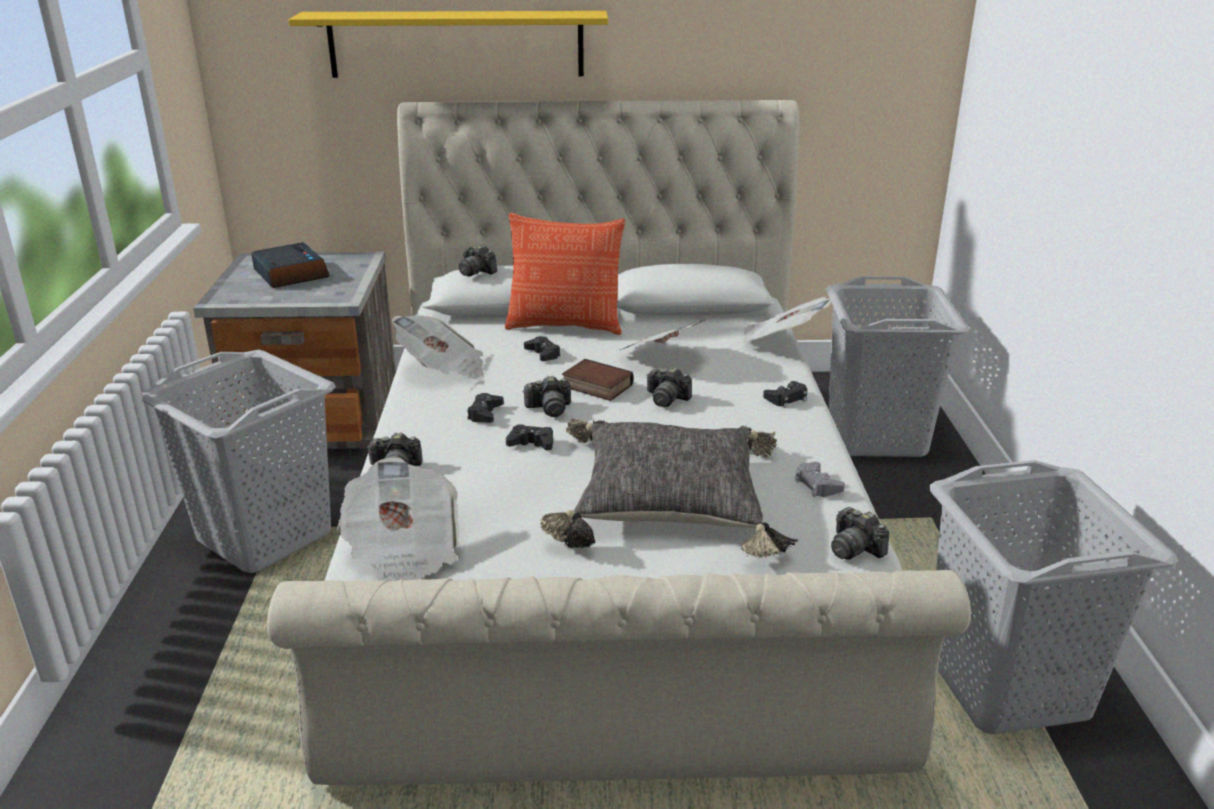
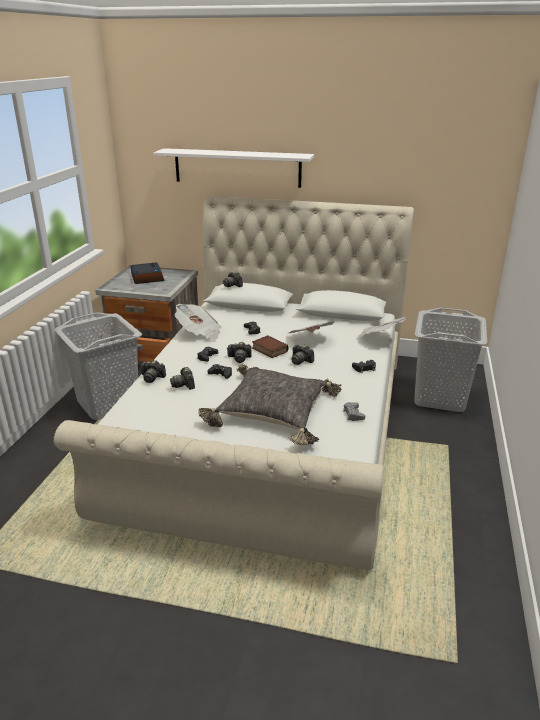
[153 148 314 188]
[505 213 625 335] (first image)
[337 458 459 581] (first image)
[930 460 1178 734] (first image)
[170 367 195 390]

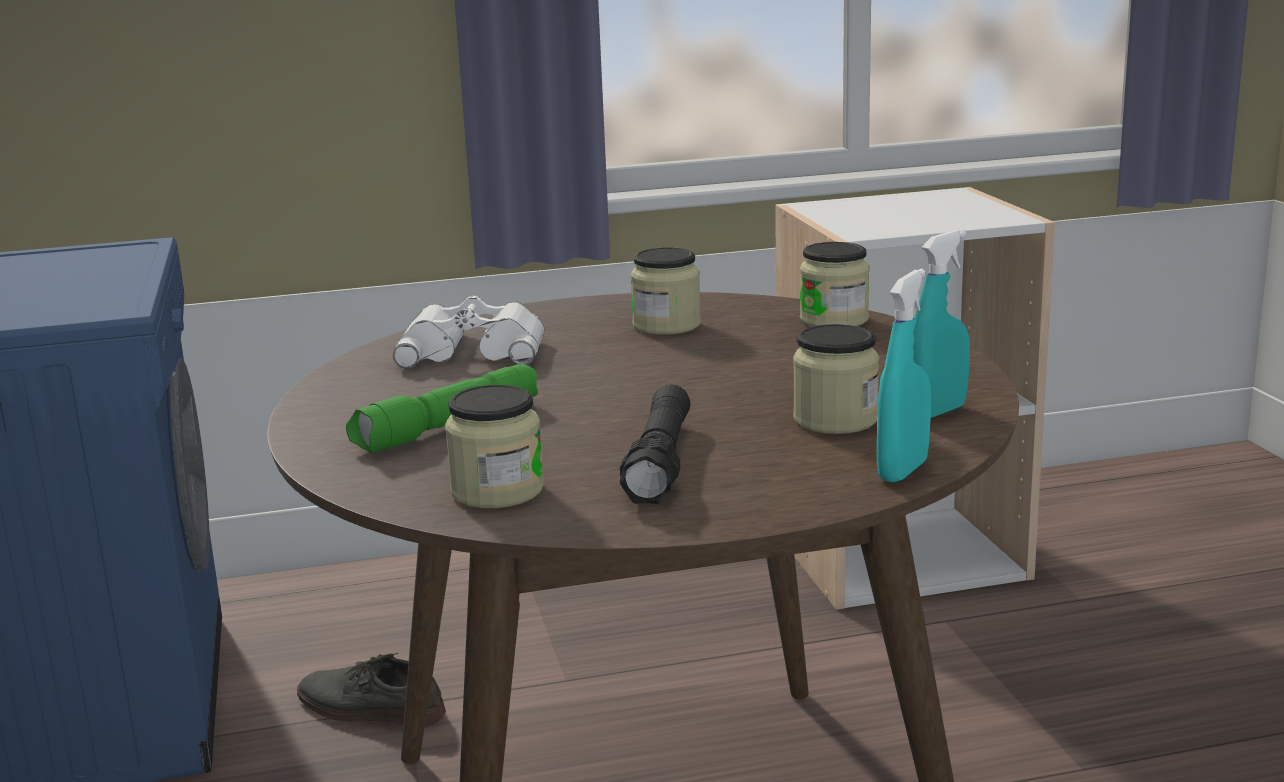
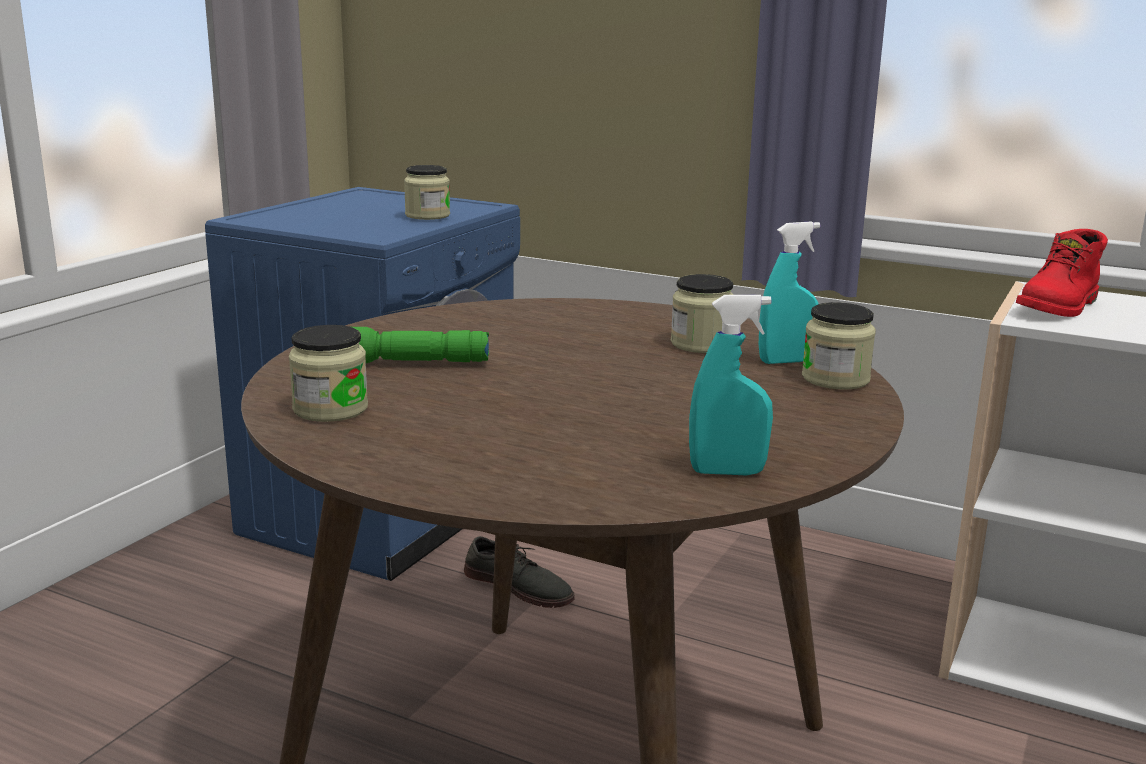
[759 221 820 364]
[393 295 545 368] (first image)
[404 165 450 220]
[620 384 690 504] (first image)
[464 536 575 608]
[1016 229 1108 317]

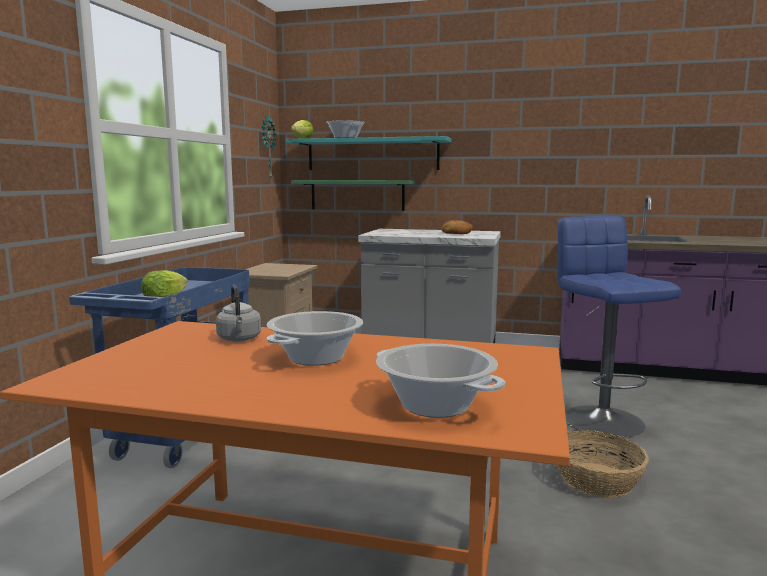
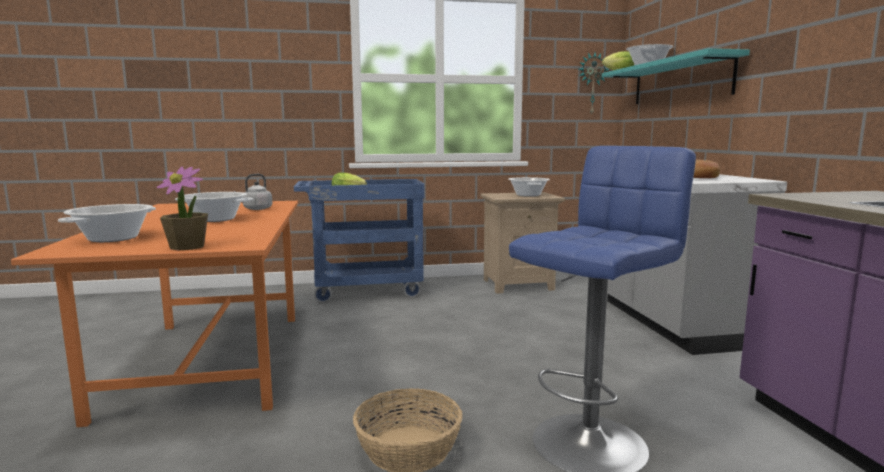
[291 180 416 211] (first image)
[157 166 208 250]
[508 177 550 197]

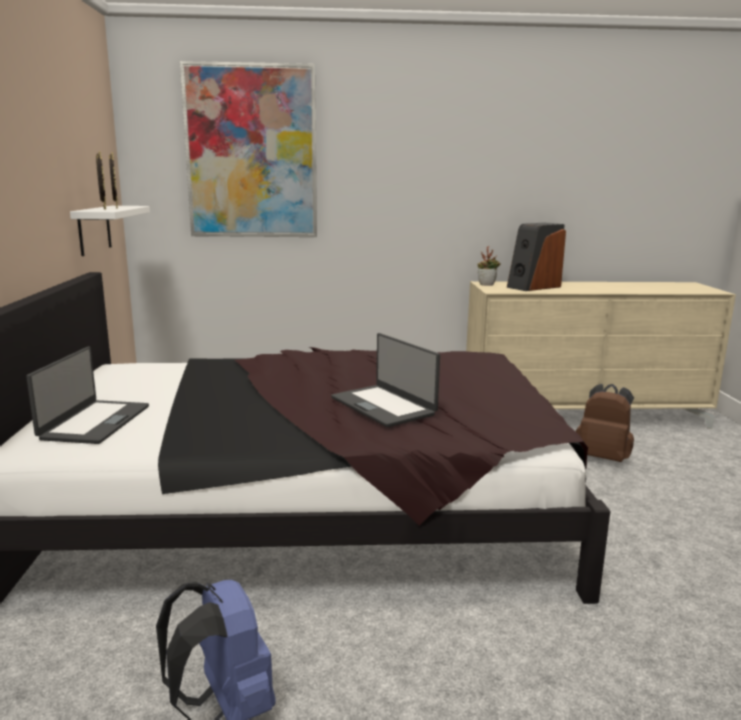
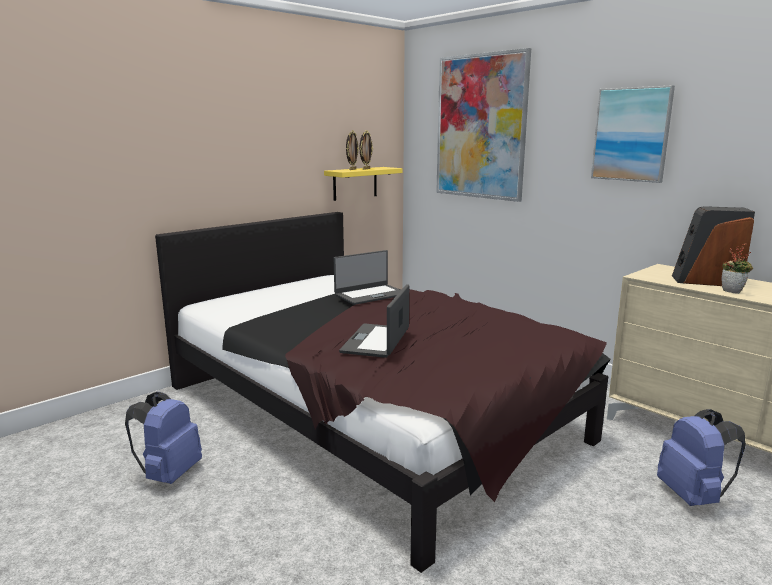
[324 167 402 201]
[722 243 753 294]
[334 250 401 305]
[657 409 746 506]
[591 85 675 183]

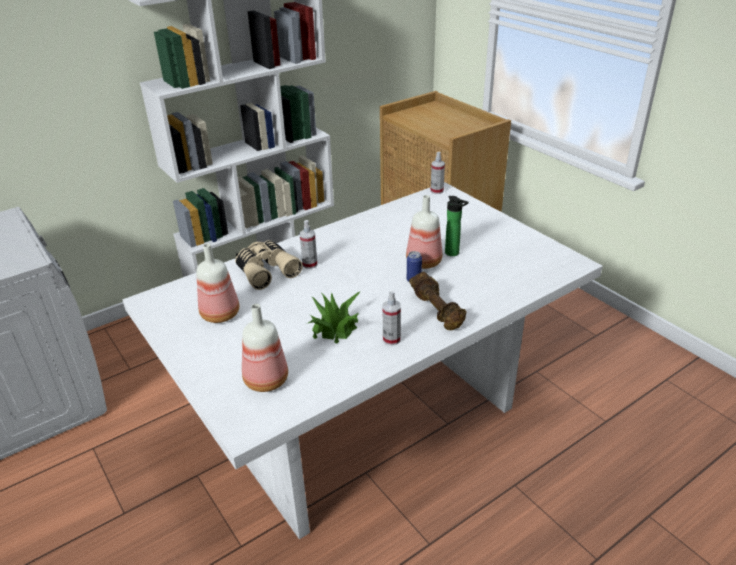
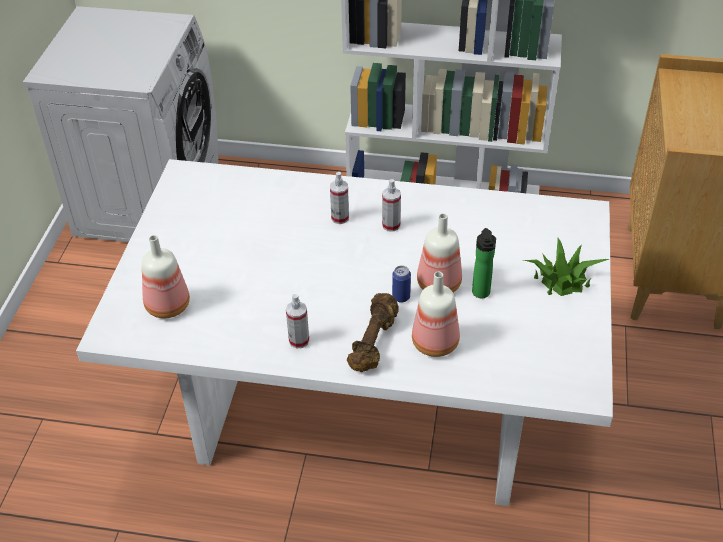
[382 179 401 232]
[235 240 303 290] (first image)
[412 271 460 357]
[524 238 609 296]

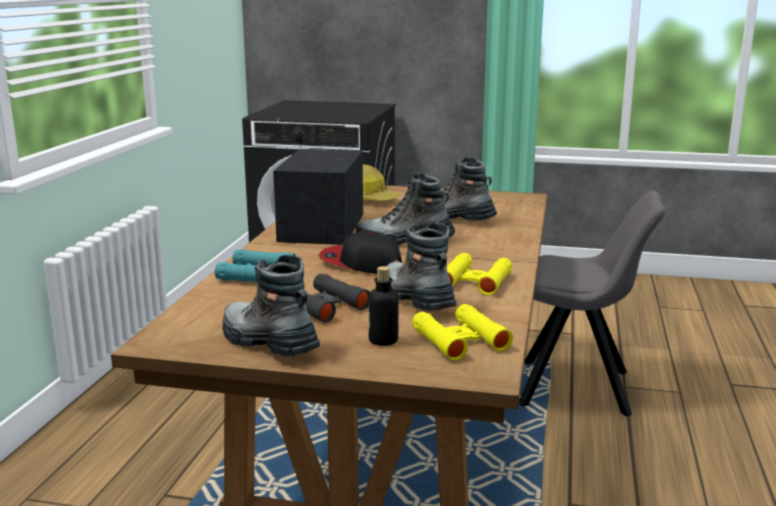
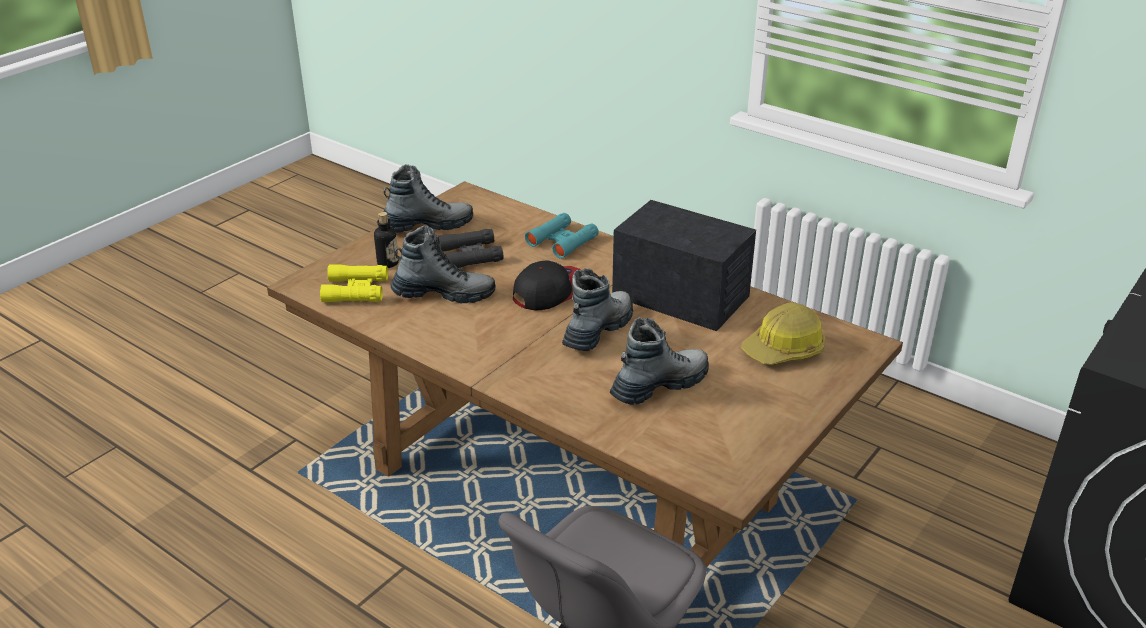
[447 253 512 295] (first image)

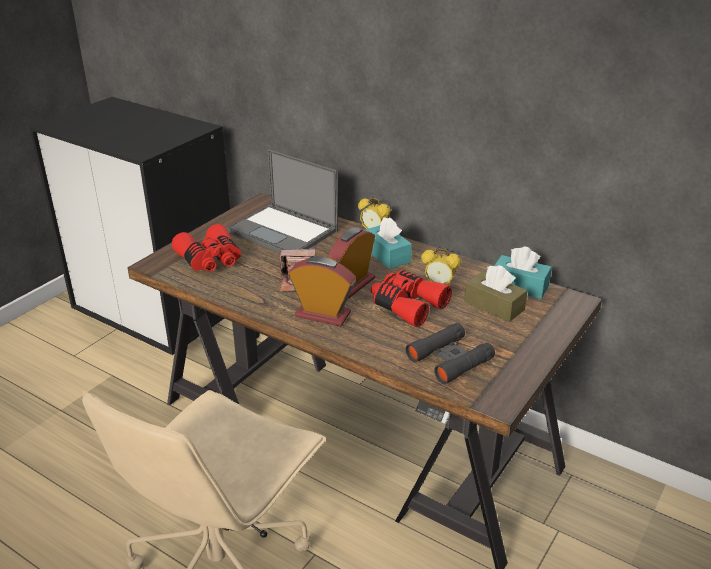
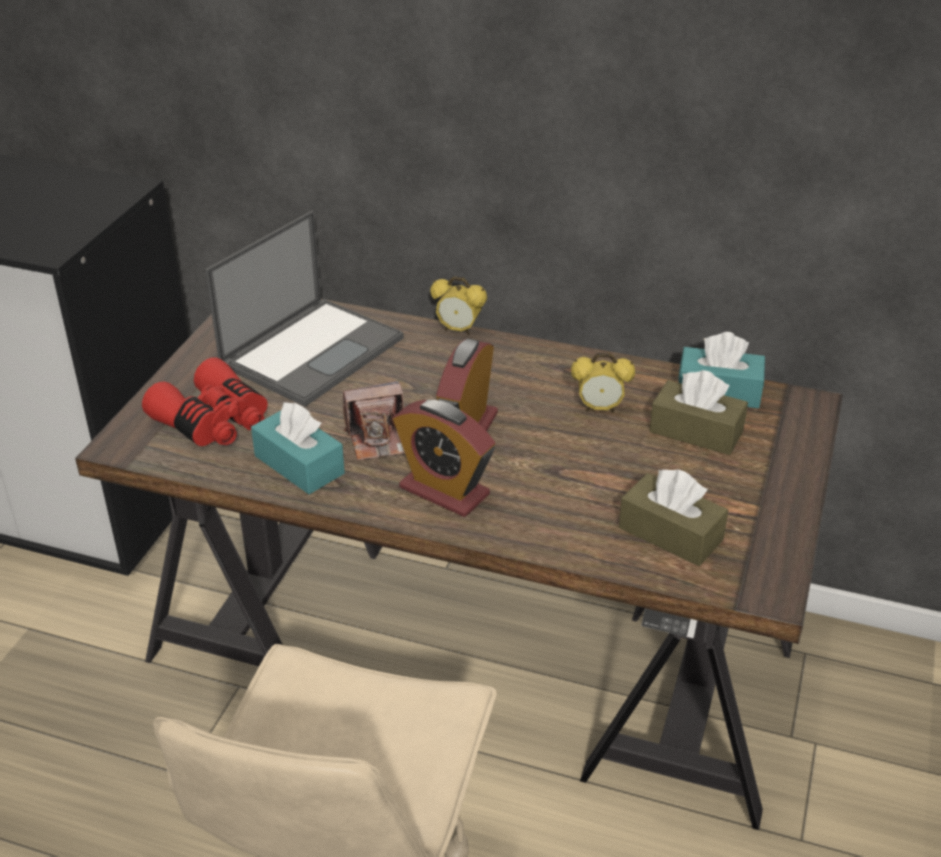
[205 210 404 407]
[251 402 345 494]
[393 400 495 517]
[371 270 452 327] (first image)
[619 469 728 566]

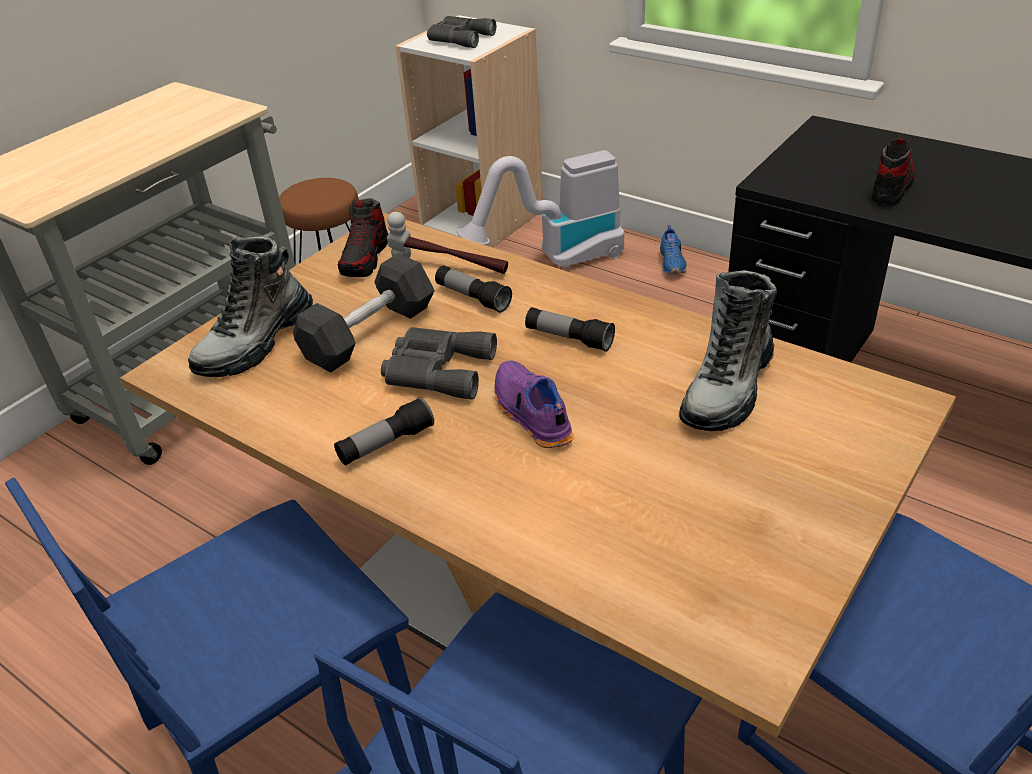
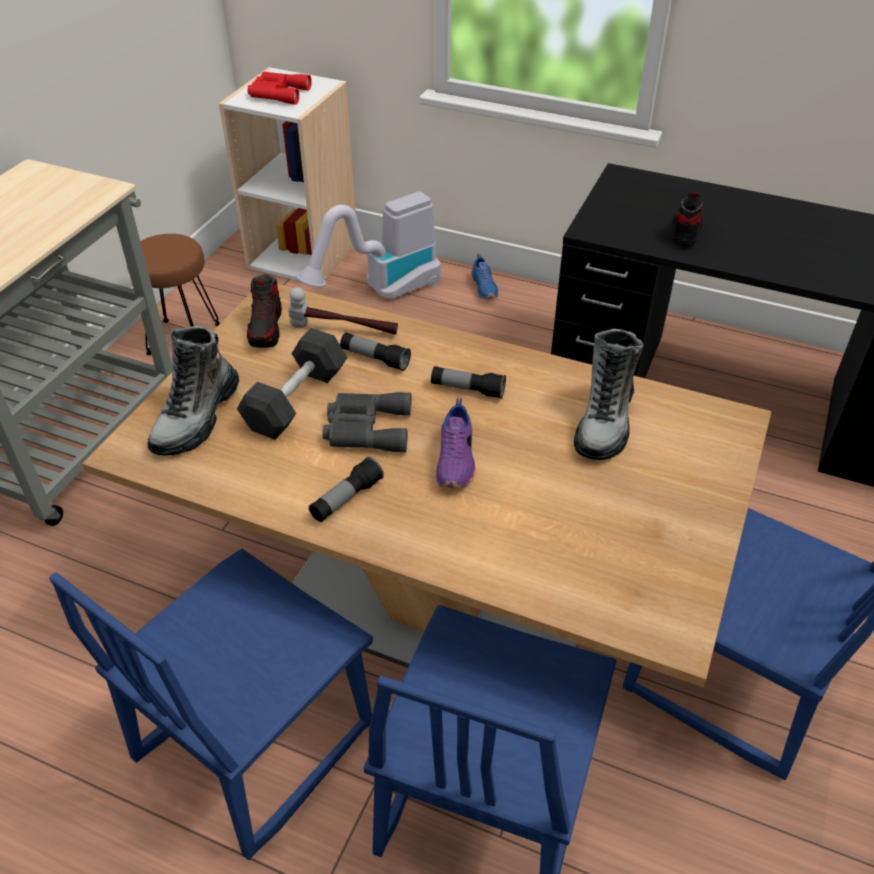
[248 72 312 104]
[436 398 475 488]

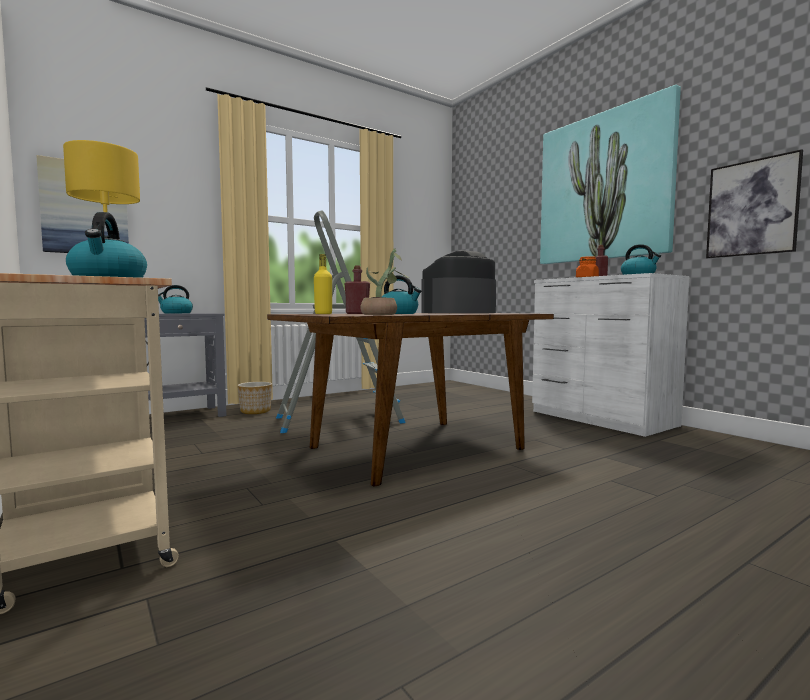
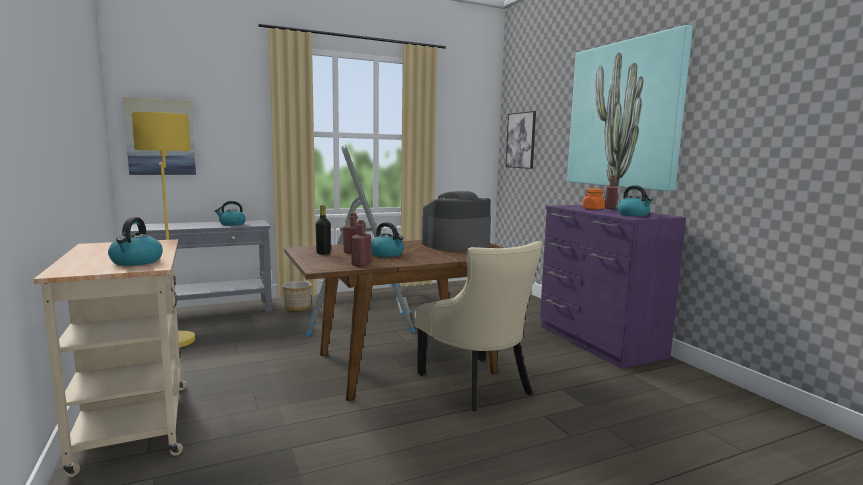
[506 111 536 169]
[351 220 371 267]
[316 205 331 255]
[540 205 686 369]
[414 241 542 411]

